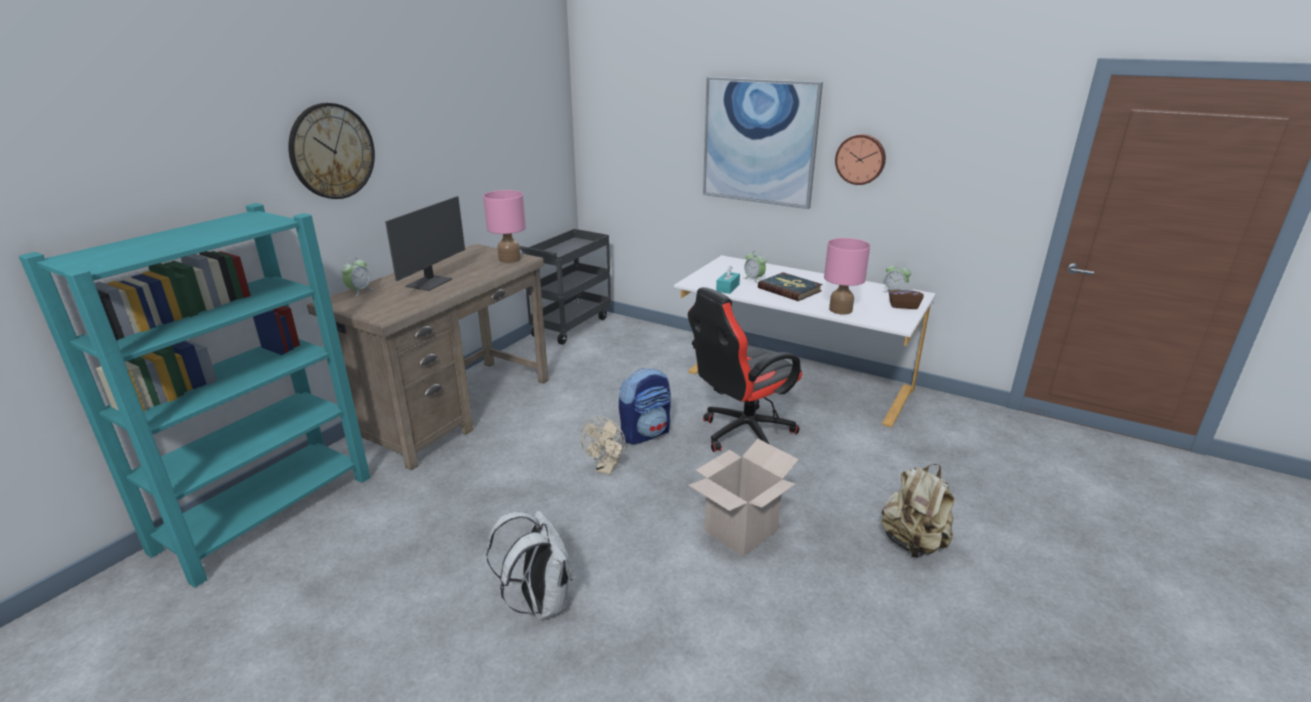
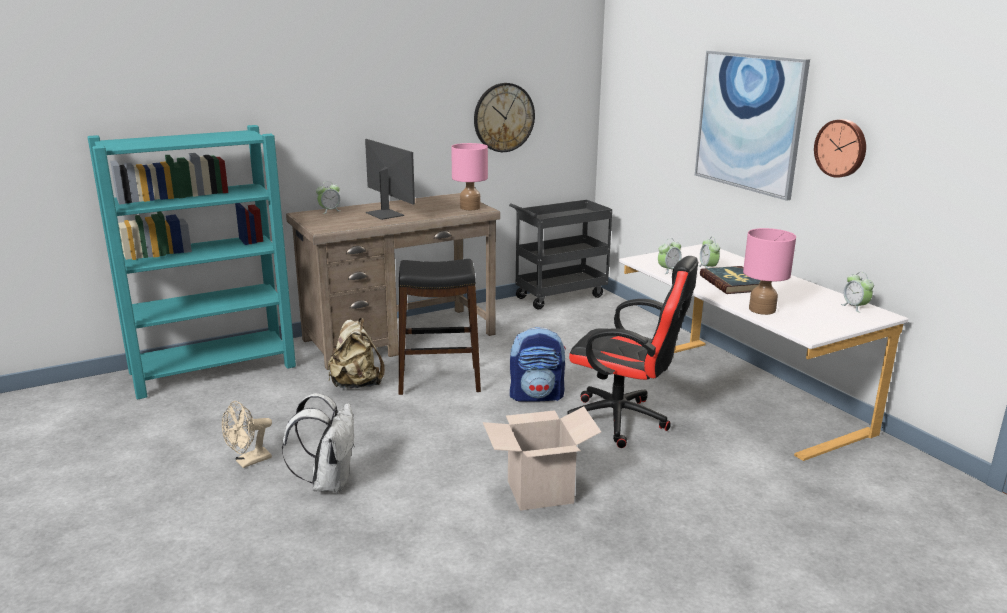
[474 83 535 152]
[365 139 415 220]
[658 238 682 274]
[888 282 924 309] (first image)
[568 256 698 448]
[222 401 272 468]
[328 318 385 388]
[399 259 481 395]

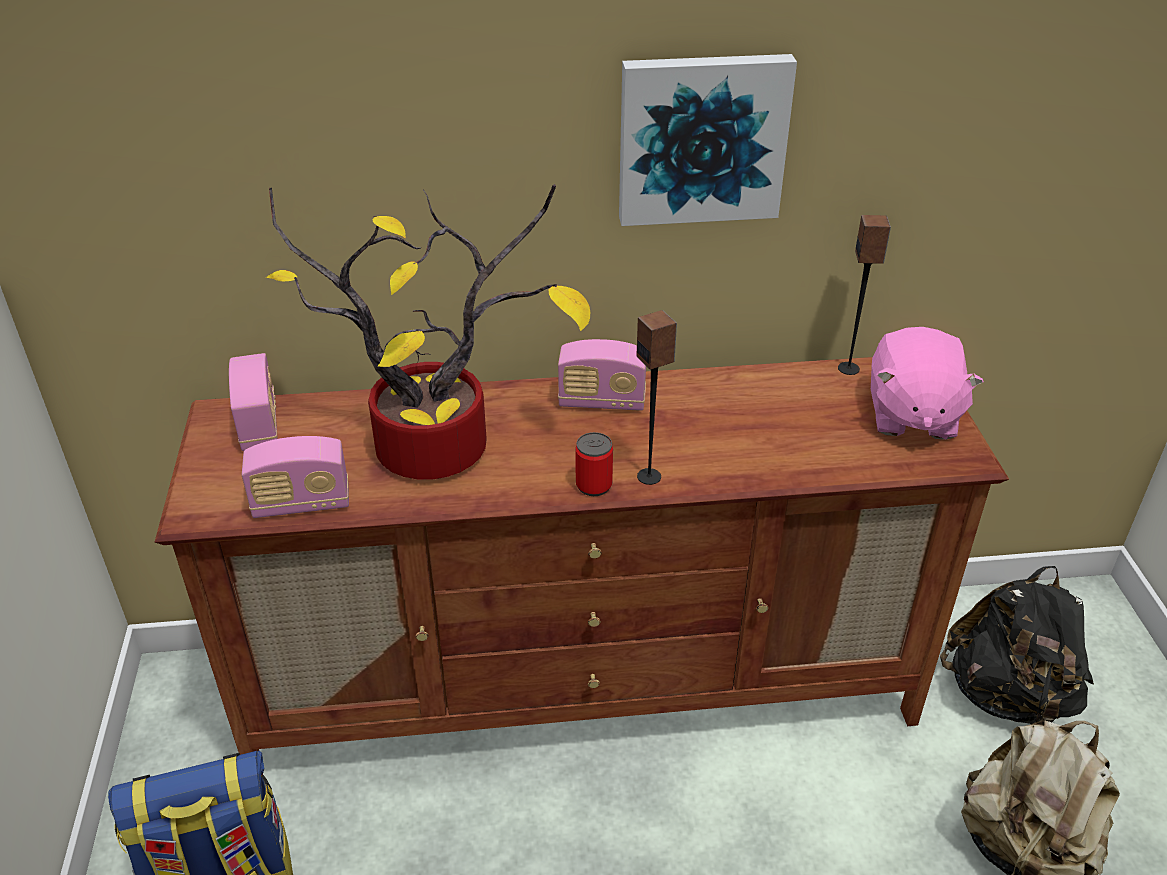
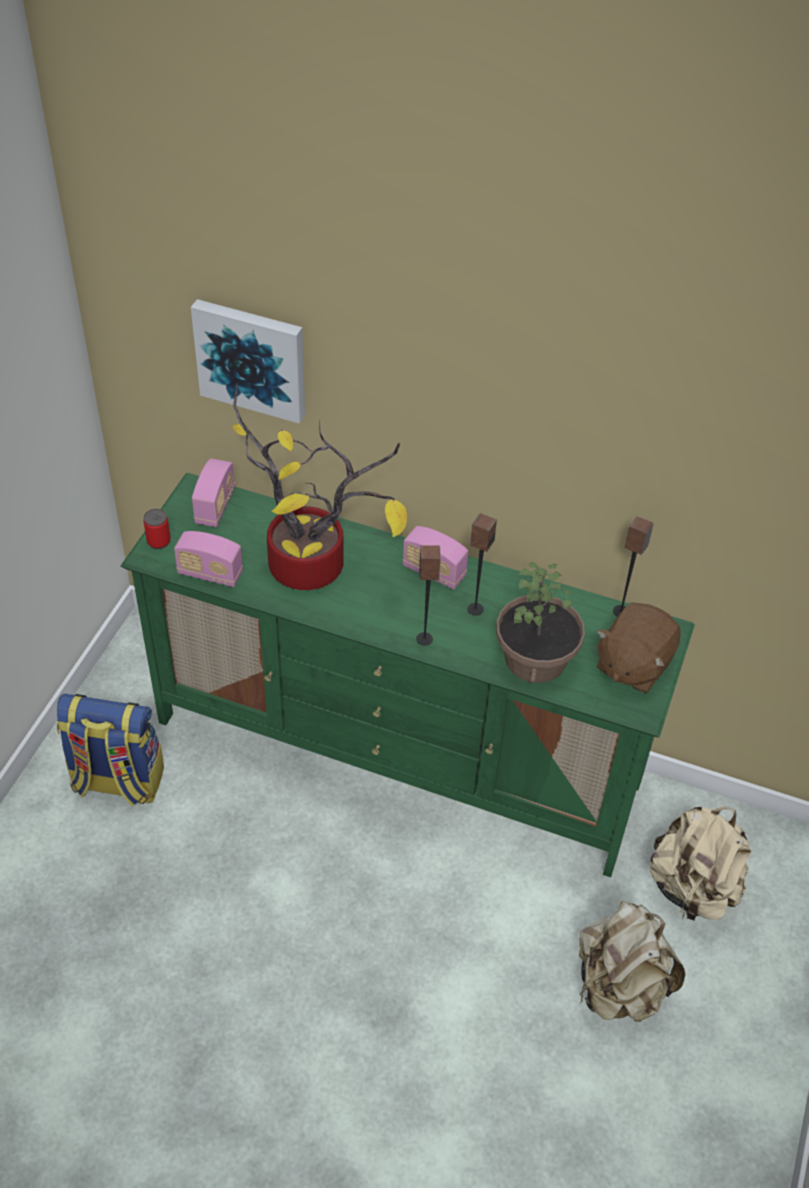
[191 299 305 424]
[597 602 681 693]
[120 473 695 878]
[143 509 171 549]
[649 807 751 921]
[467 513 497 616]
[496 562 585 683]

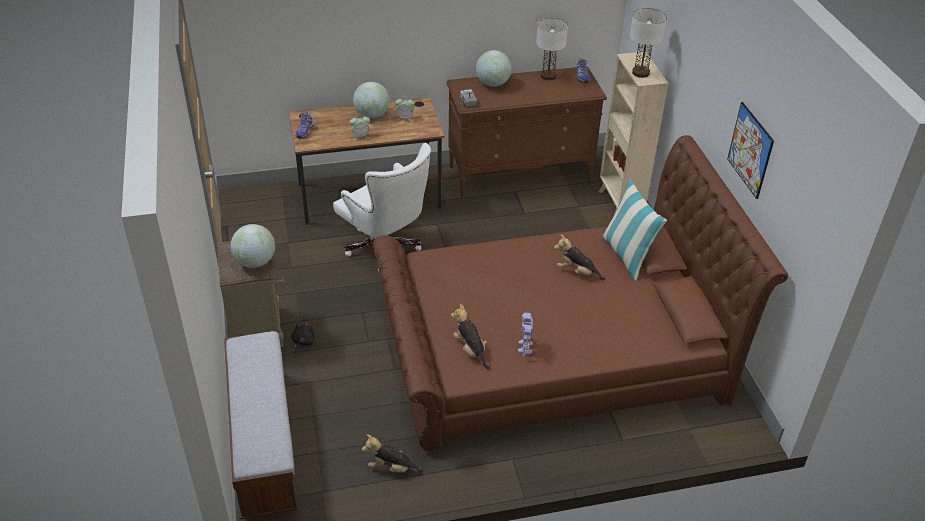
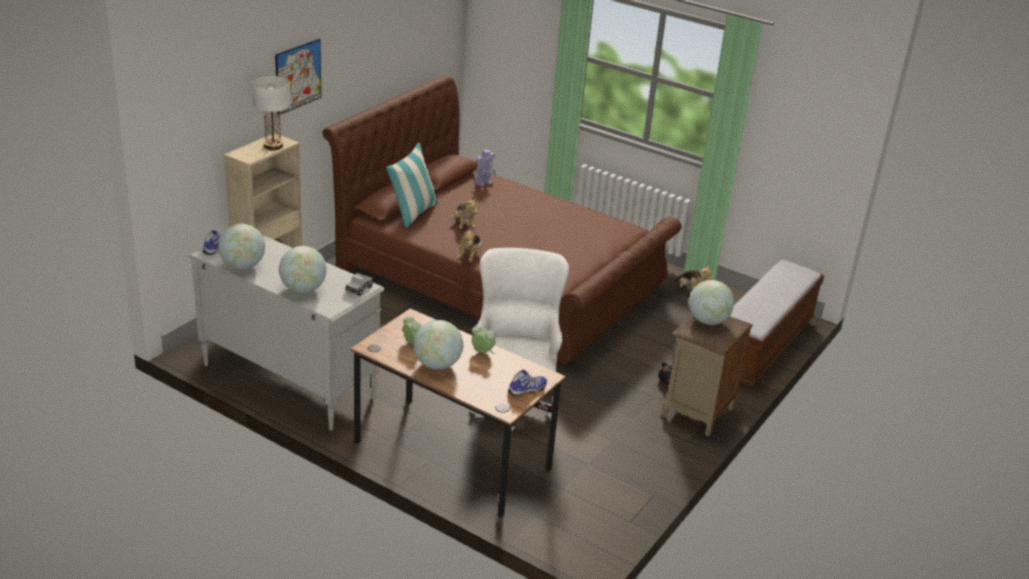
[218 224 265 270]
[188 234 384 431]
[275 39 321 115]
[457 230 483 262]
[475 149 496 187]

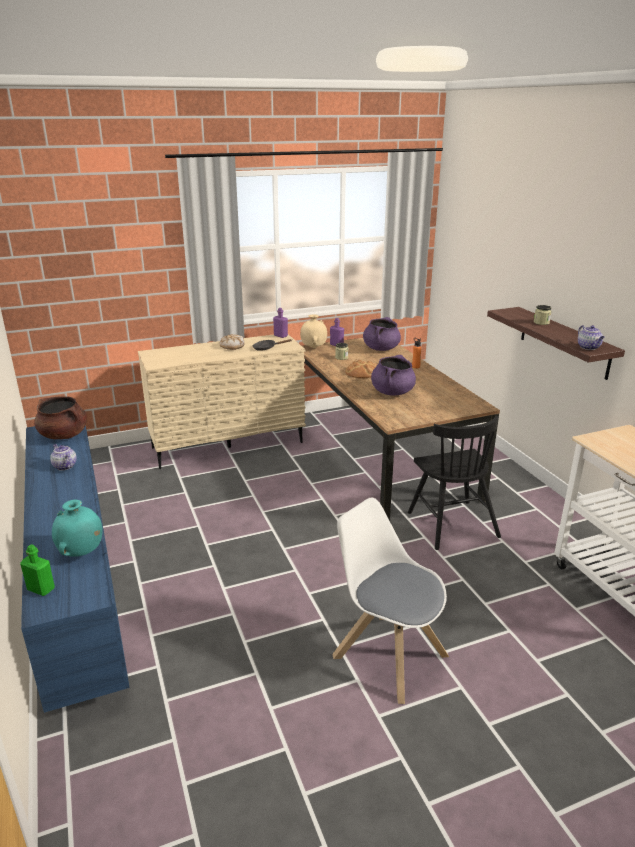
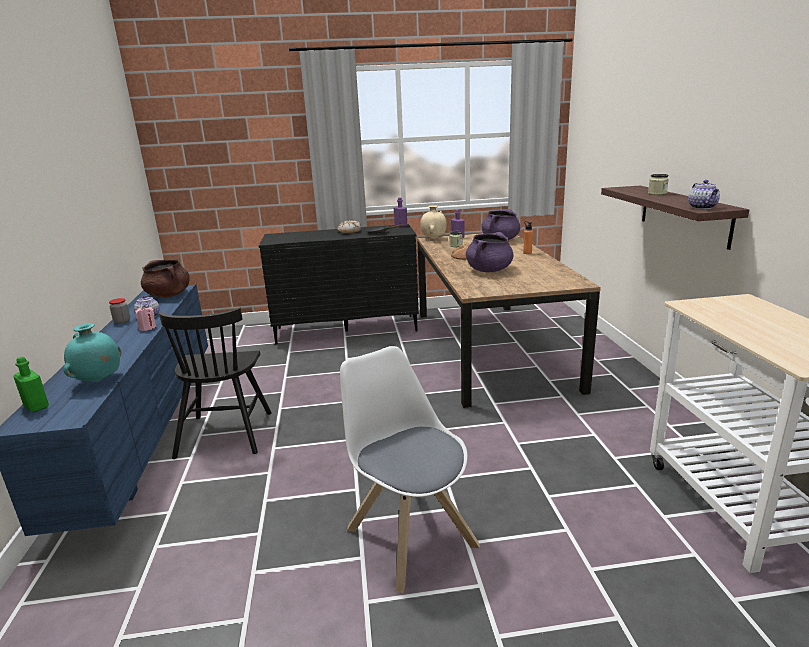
[259 224 419 344]
[159 307 272 459]
[109 298 130 324]
[135 306 156 331]

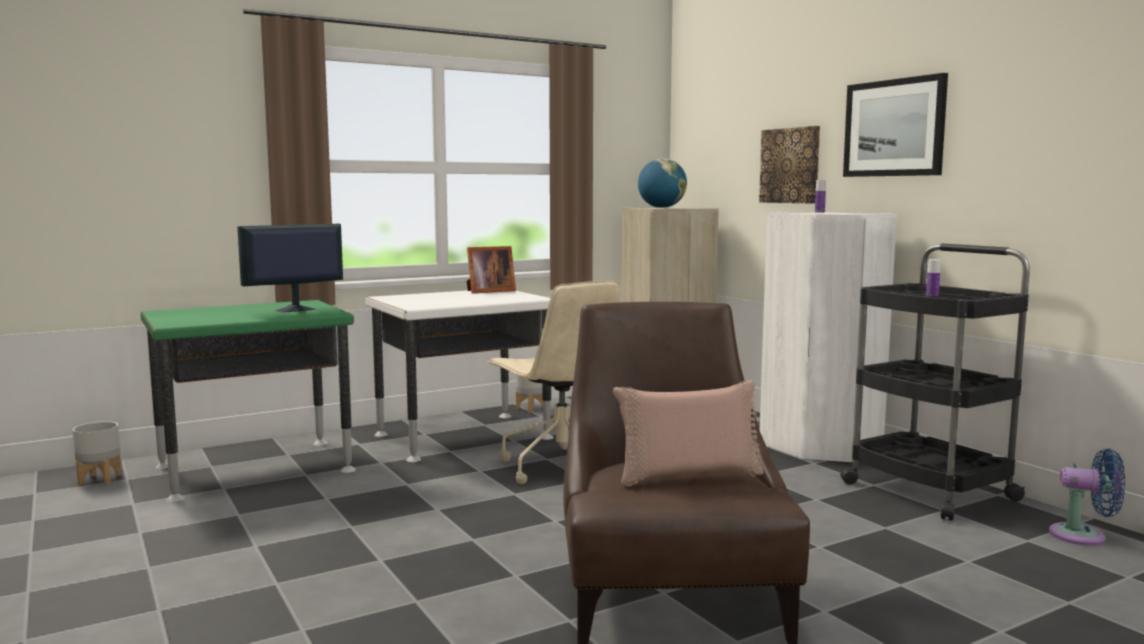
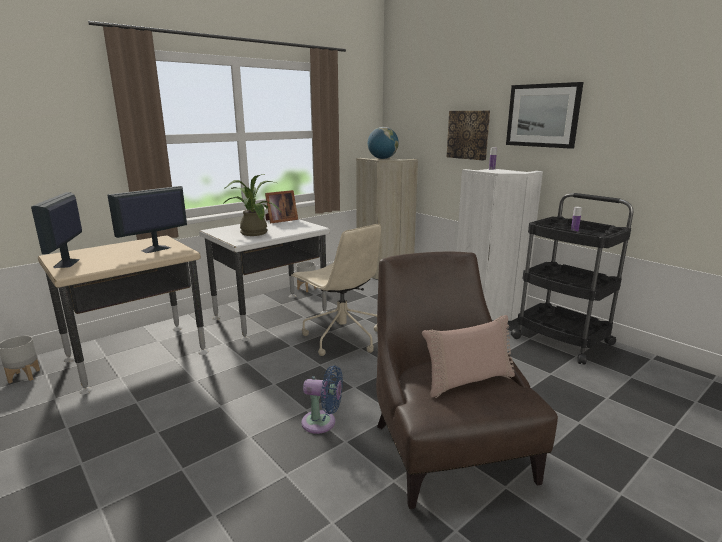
[38 235 209 394]
[301 366 343 434]
[223 174 282 236]
[31 192 82 268]

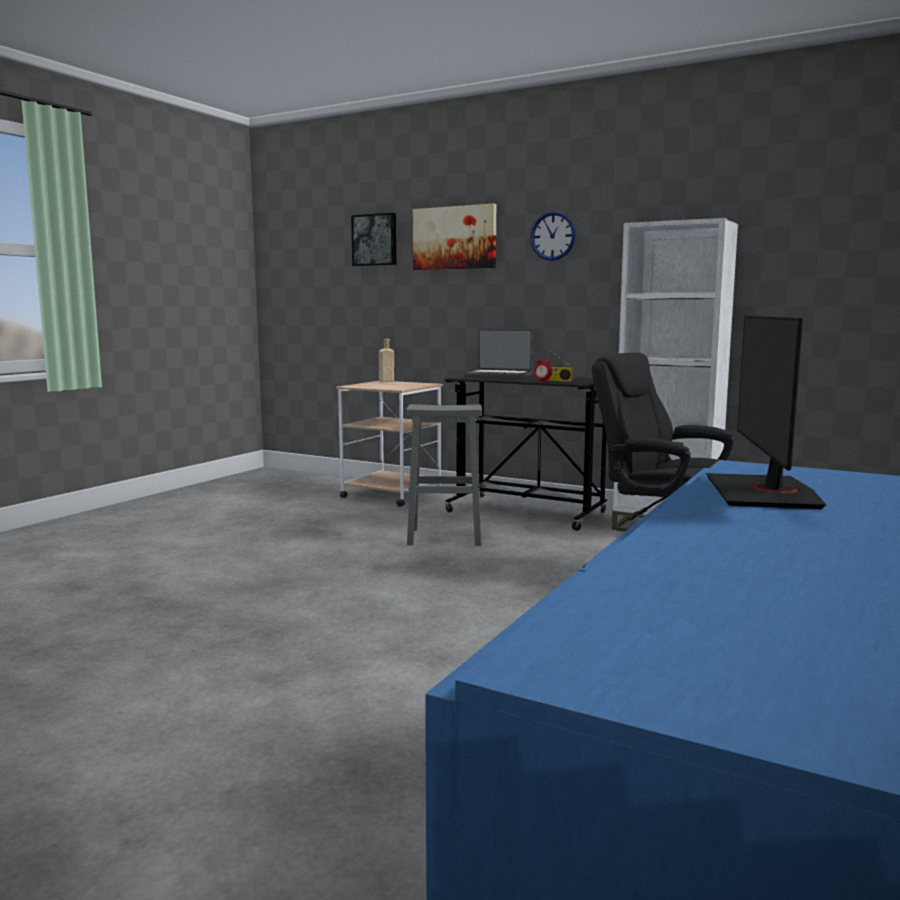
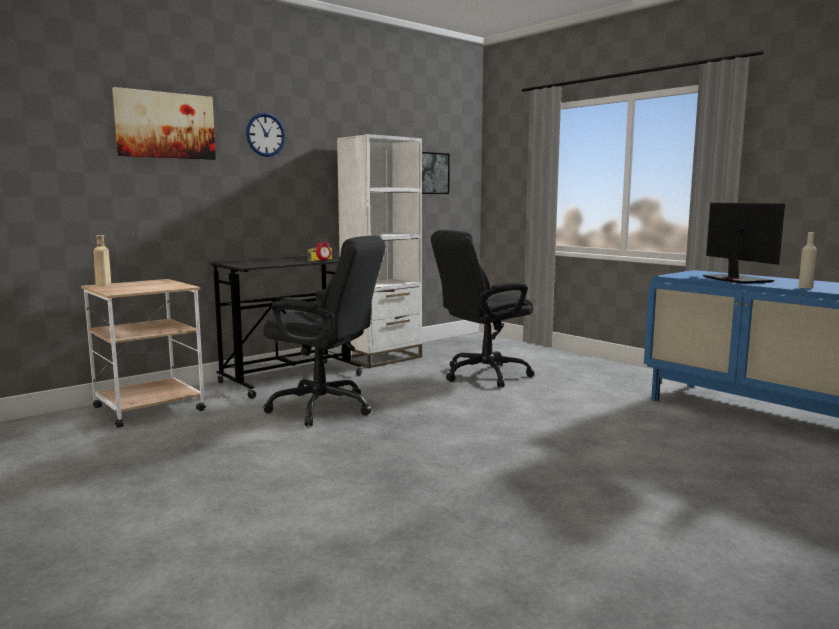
[422 152 450 194]
[703 203 785 284]
[465 329 533 379] (first image)
[263 236 386 426]
[798 232 817 288]

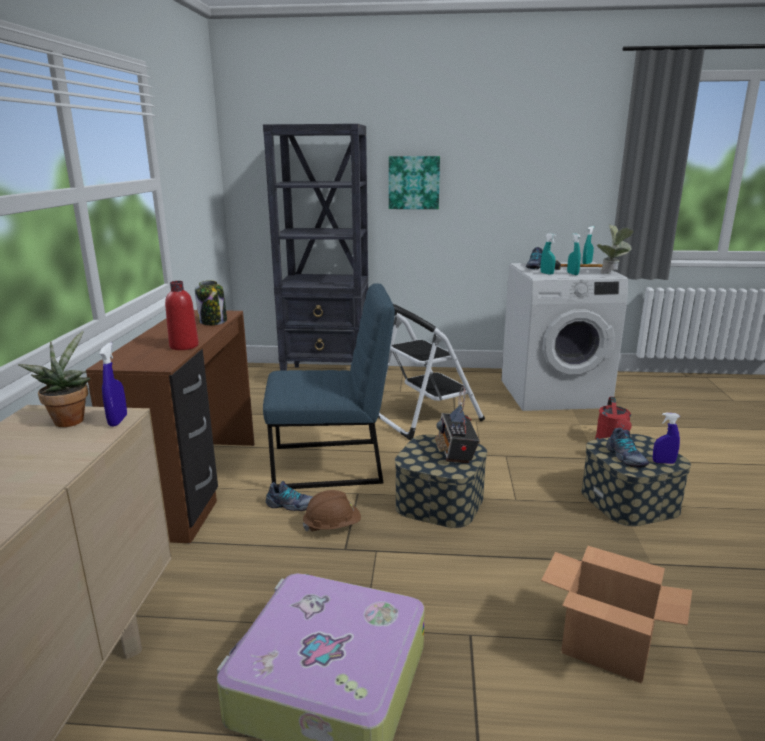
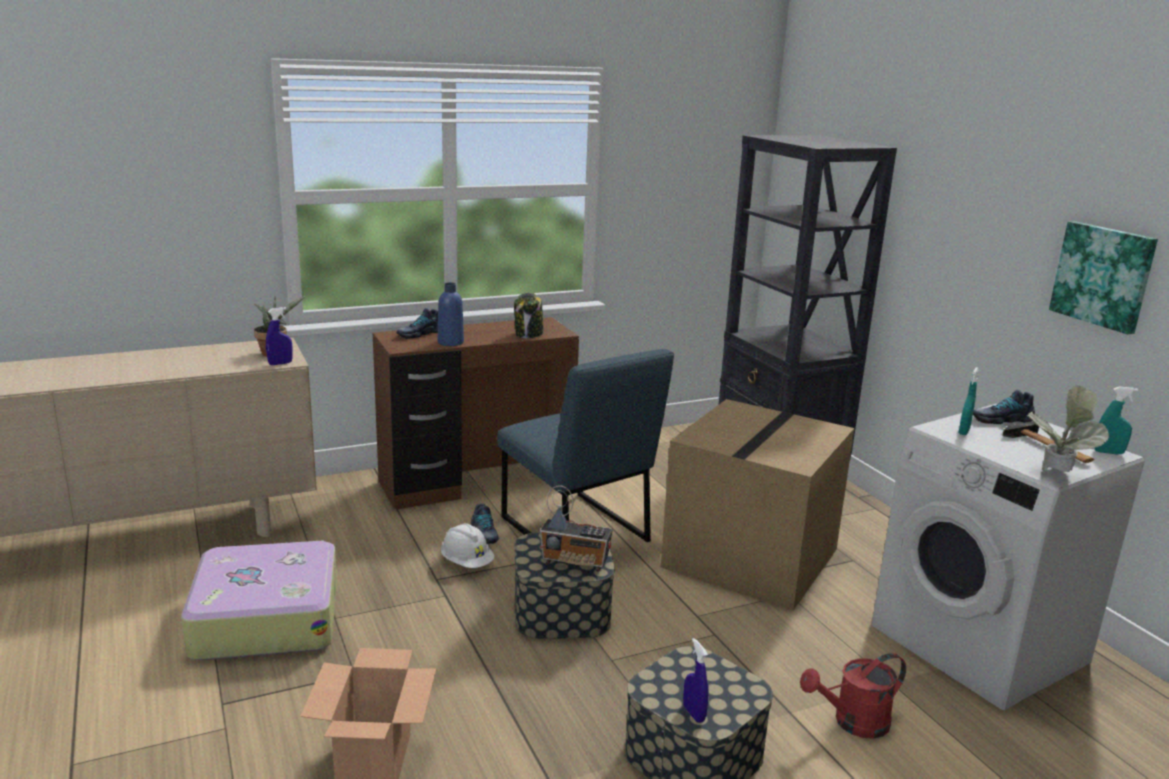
[1049 221 1158 334]
[567 233 581 275] (first image)
[438 282 464 346]
[661 399 854 611]
[540 485 613 572]
[397 308 438 339]
[441 523 495 568]

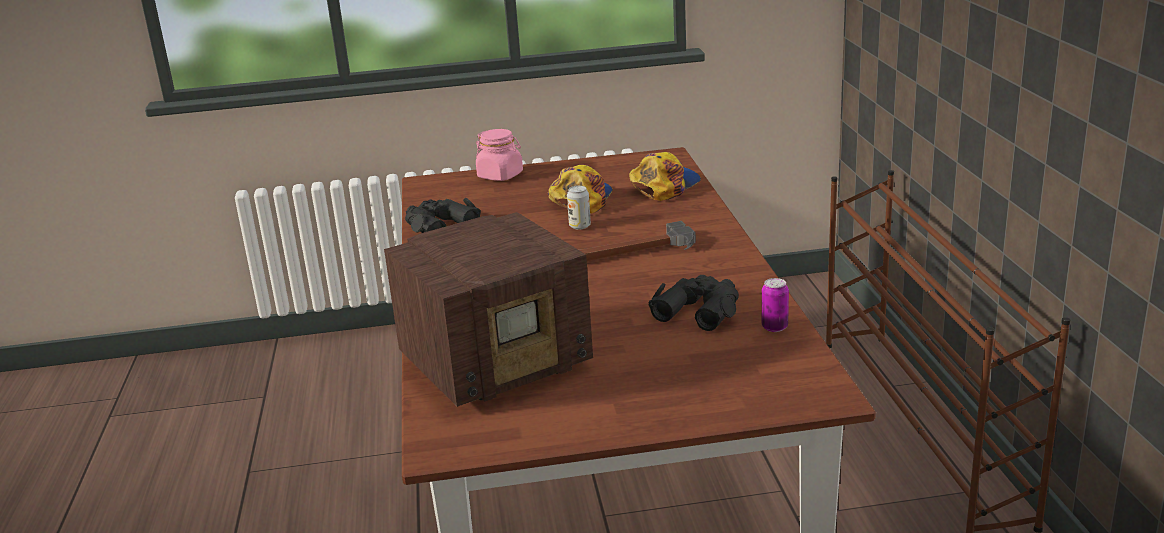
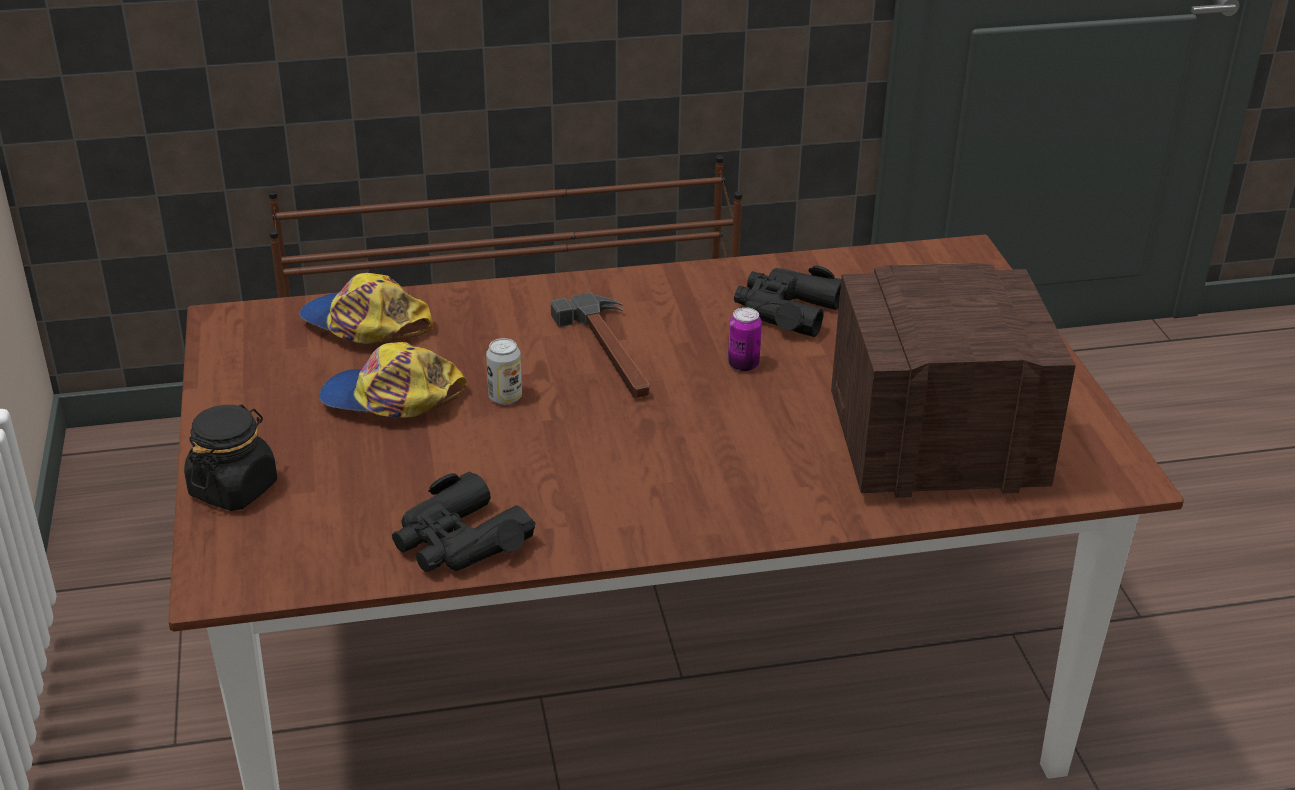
[184 404 277 511]
[831 263 1076 498]
[728 307 762 372]

